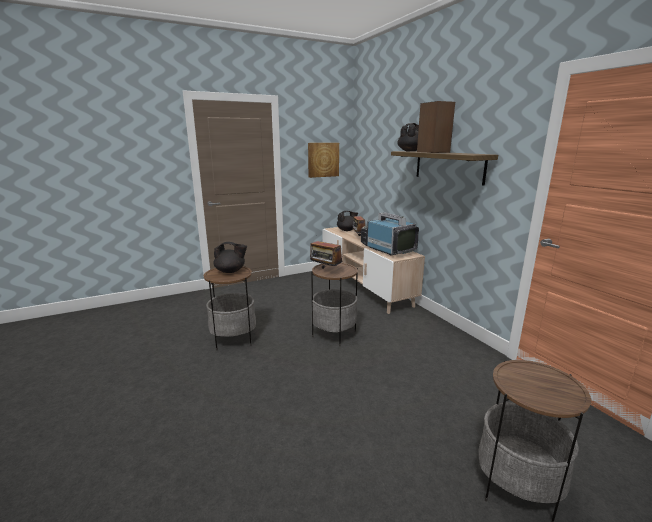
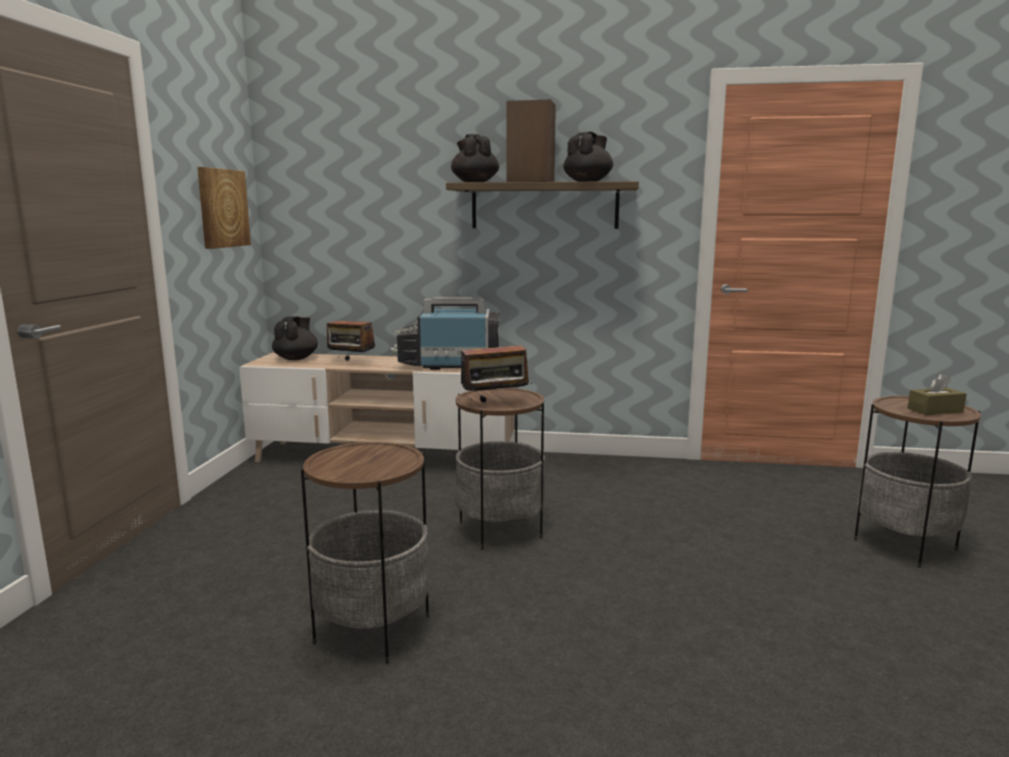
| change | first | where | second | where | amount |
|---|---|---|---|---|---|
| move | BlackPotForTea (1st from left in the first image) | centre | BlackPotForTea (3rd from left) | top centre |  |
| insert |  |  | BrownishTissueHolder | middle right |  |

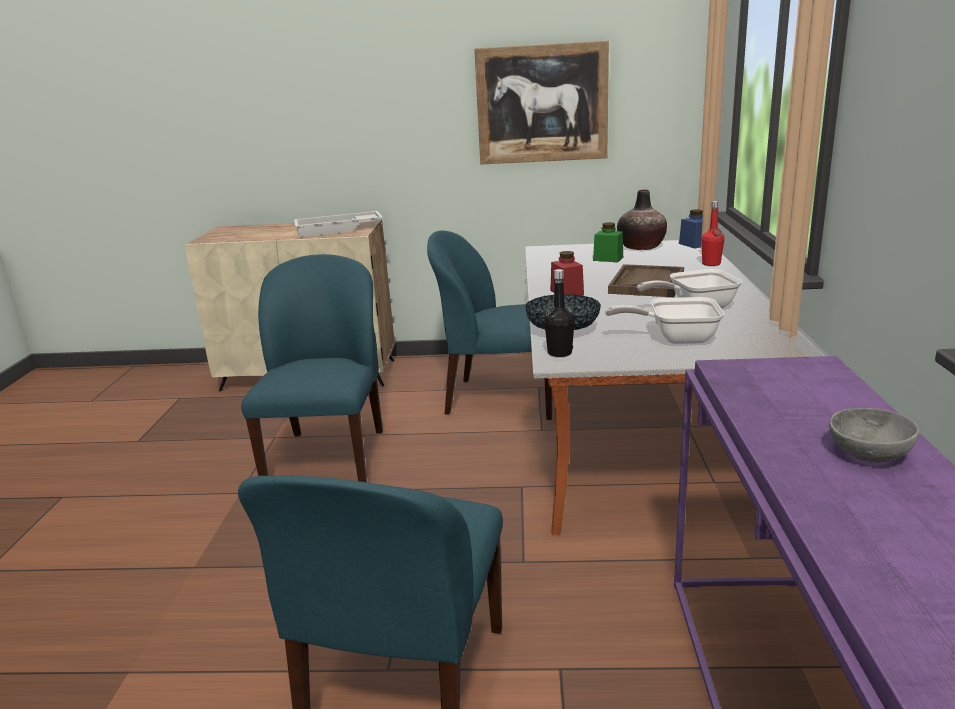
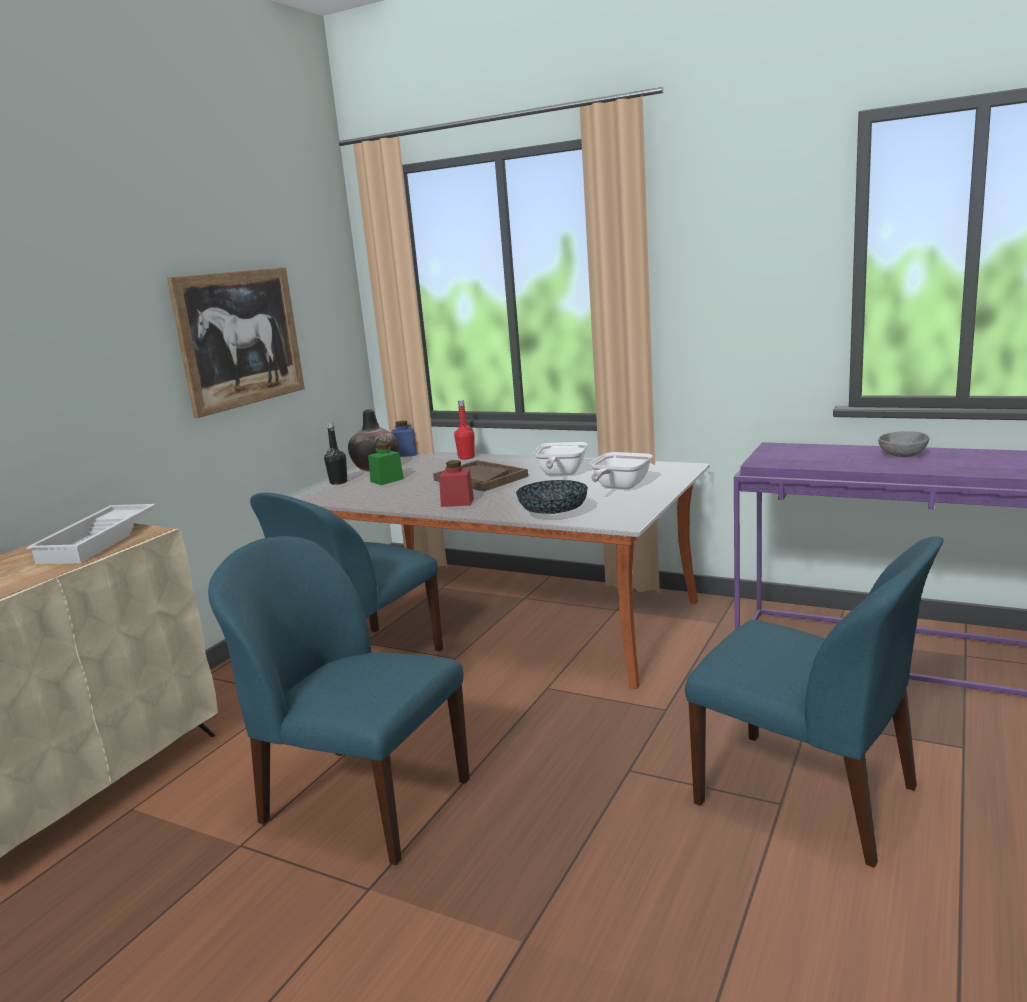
| change | first | where | second | where | amount |
|---|---|---|---|---|---|
| move | BlackBeverageBottle | centre |  | middle left |  |

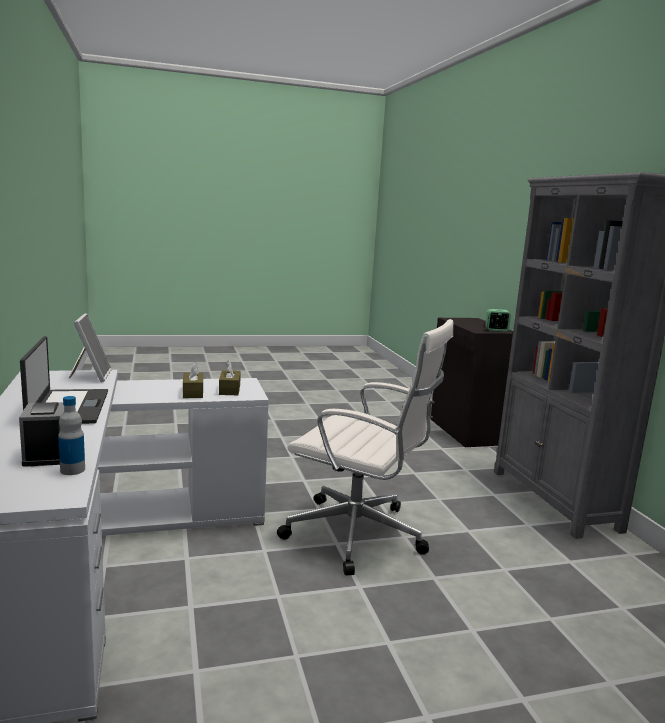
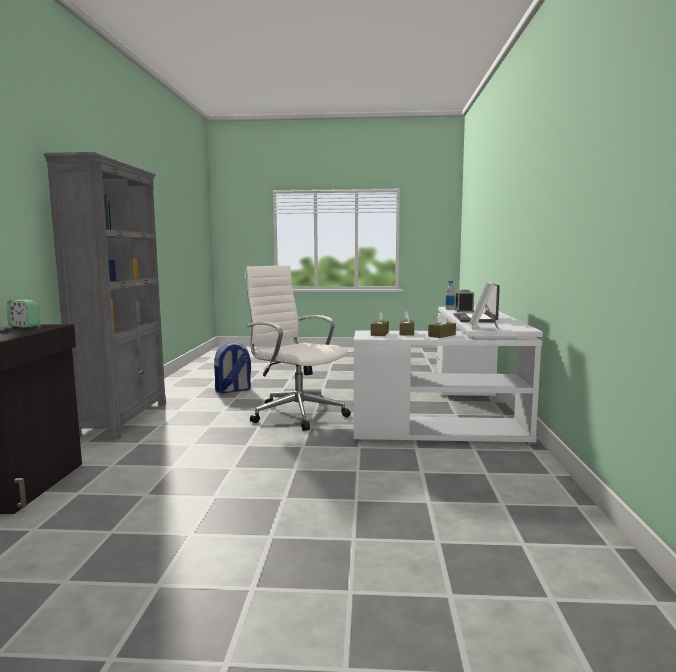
| change | first | where | second | where | amount |
|---|---|---|---|---|---|
| insert |  |  | Backpack | centre |  |
| insert |  |  | BrownishTissueHolder (3rd from left) | centre |  |

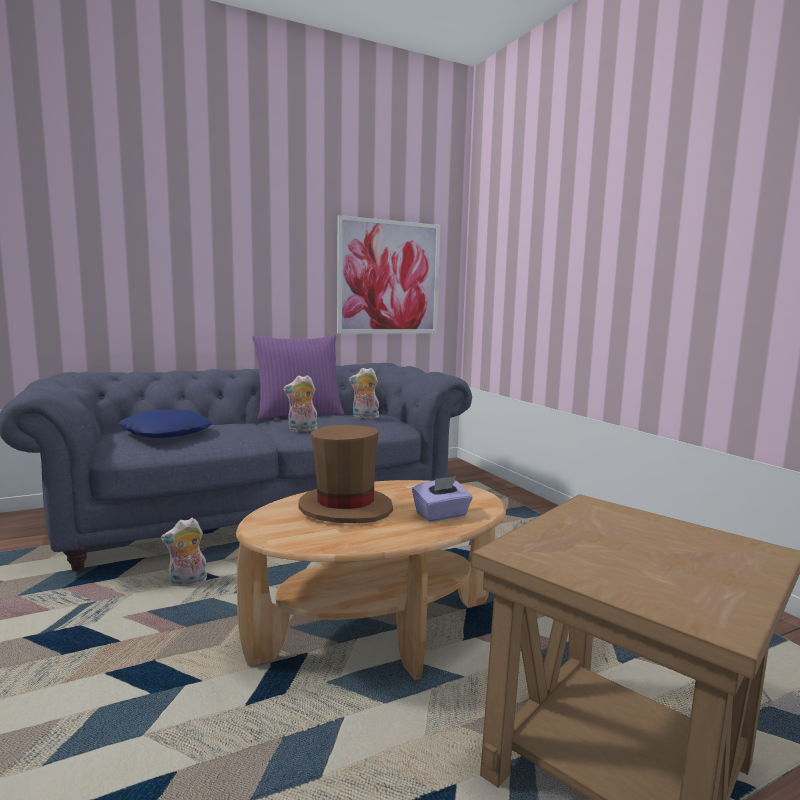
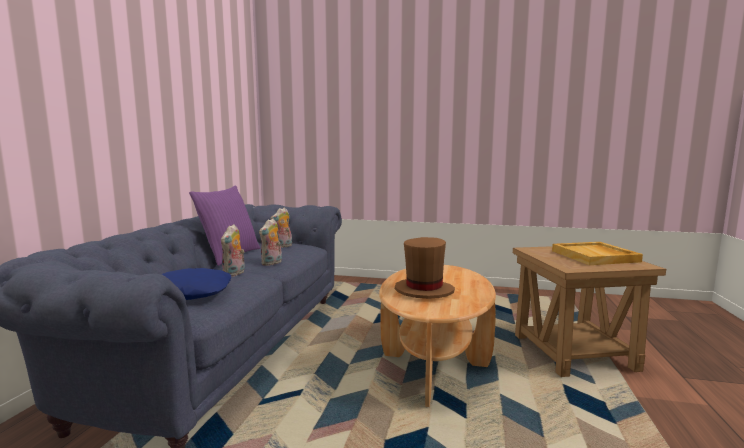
| change | first | where | second | where | amount |
|---|---|---|---|---|---|
| move | SoftToy (1st from left) | bottom left |  | middle left |  |
| delete | Picture | centre |  |  |  |
| delete | PurpleTissueHolder | centre |  |  |  |
| insert |  |  | BeigeColouredServingTray | middle right |  |

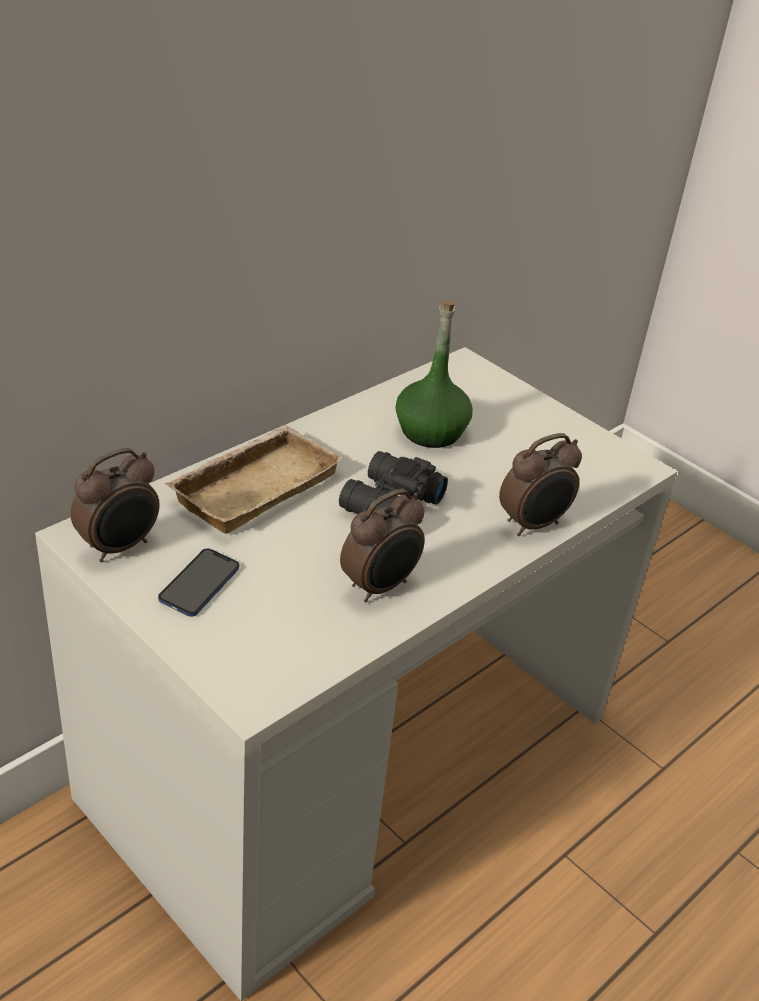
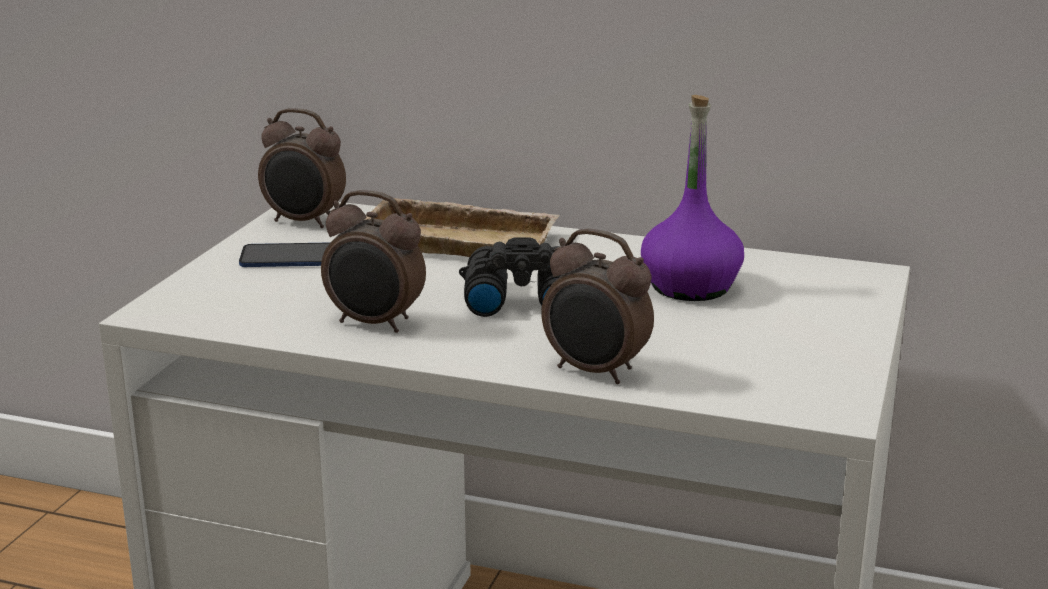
| change | first | where | second | where | amount |
|---|---|---|---|---|---|
| recolor | GreenBeverageBottle | centre | PurpleBeverageBottle | centre |  |

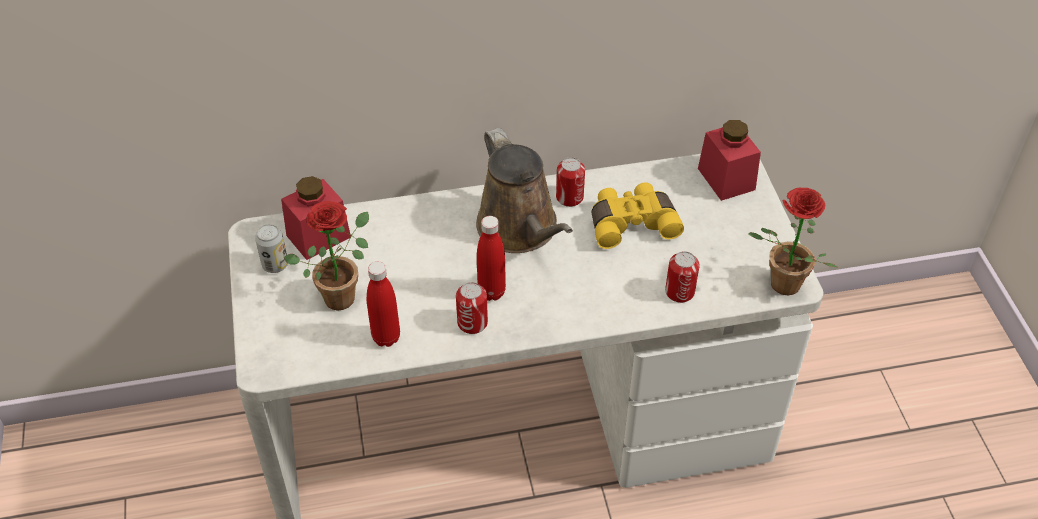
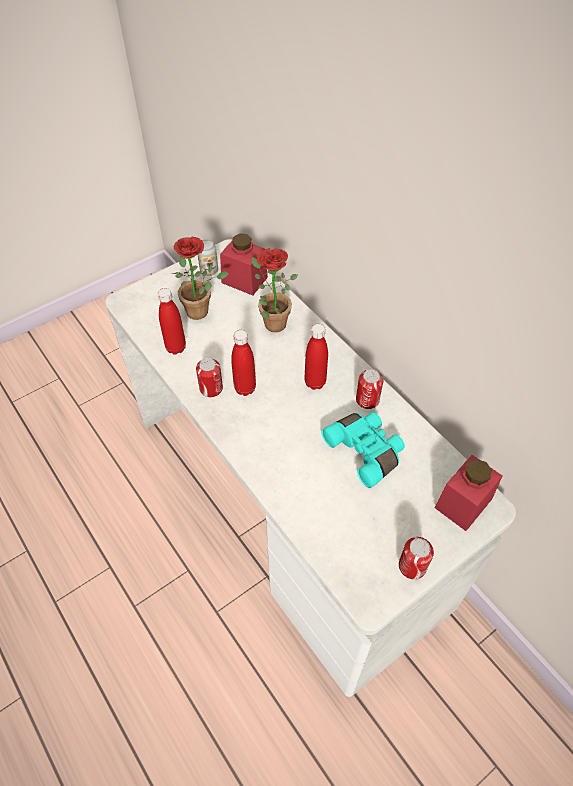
| change | first | where | second | where | amount |
|---|---|---|---|---|---|
| replace | BrownishWateringCan | centre | ReddishBeverageBottle (3rd from left) | centre |  |
| recolor | YellowPairOfBinoculars | centre | TurquoisePairOfBinoculars | centre |  |
| move | SealedCan (4th from left) | centre |  | bottom right |  |
| move | PlantInAPot (2nd from left) | middle right |  | centre |  |

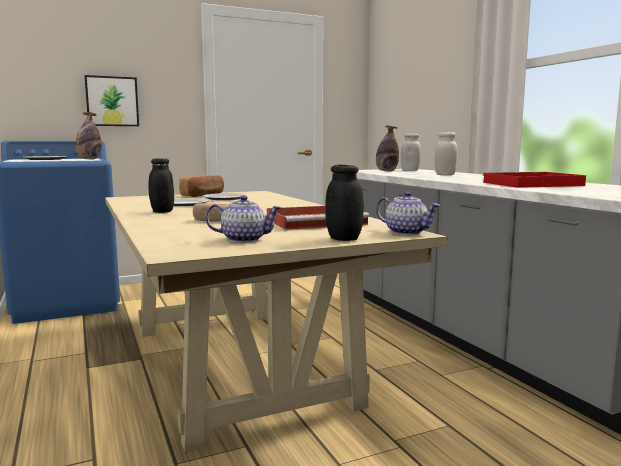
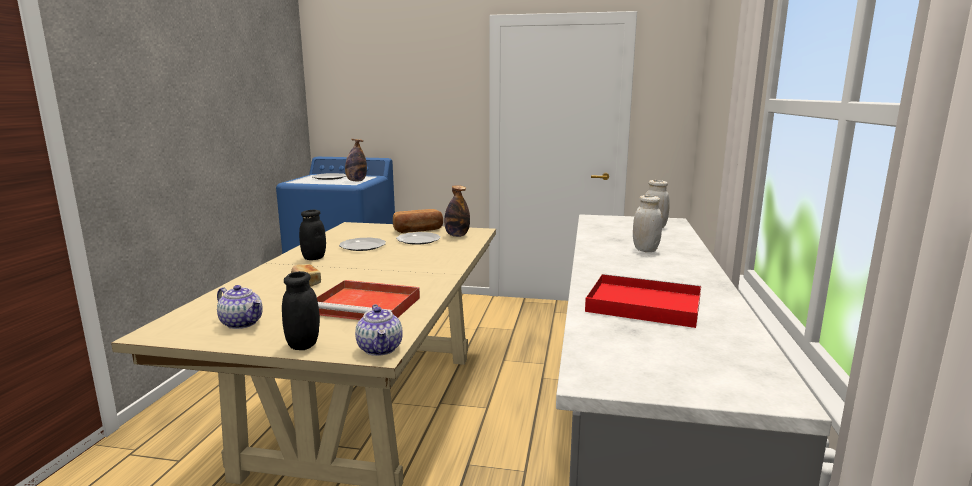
| change | first | where | second | where | amount |
|---|---|---|---|---|---|
| delete | Picture | top left |  |  |  |
| move | BeverageBottle (2nd from left) | top centre |  | centre |  |

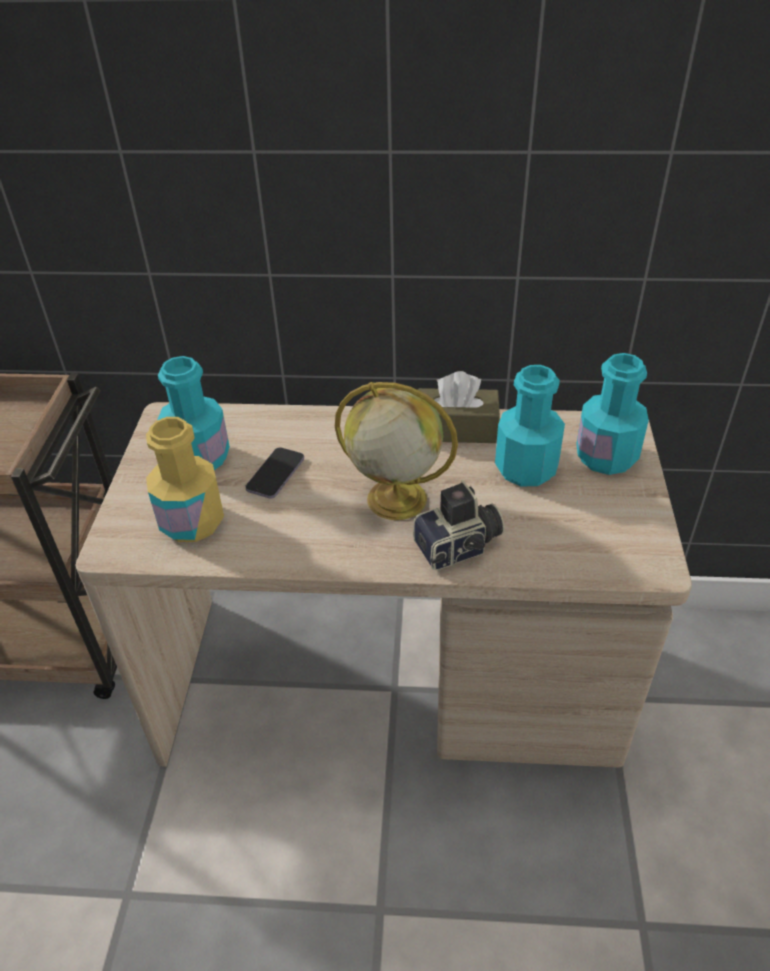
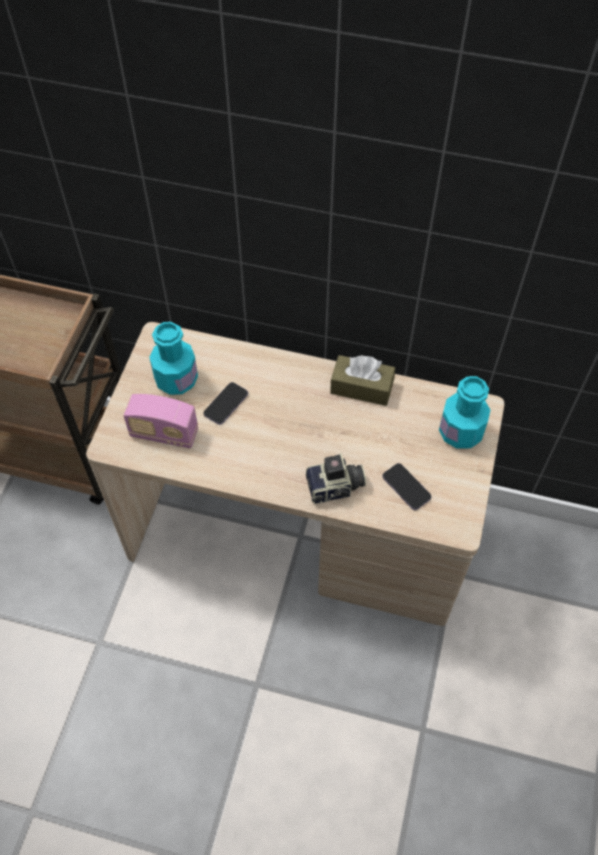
| change | first | where | second | where | amount |
|---|---|---|---|---|---|
| replace | YellowBeverageBottle | middle left | Radio | middle left |  |
| delete | WorldGlobe | centre |  |  |  |
| delete | TurquoiseBeverageBottle (2nd from left) | middle right |  |  |  |
| insert |  |  | Telephone (2nd from left) | middle right |  |

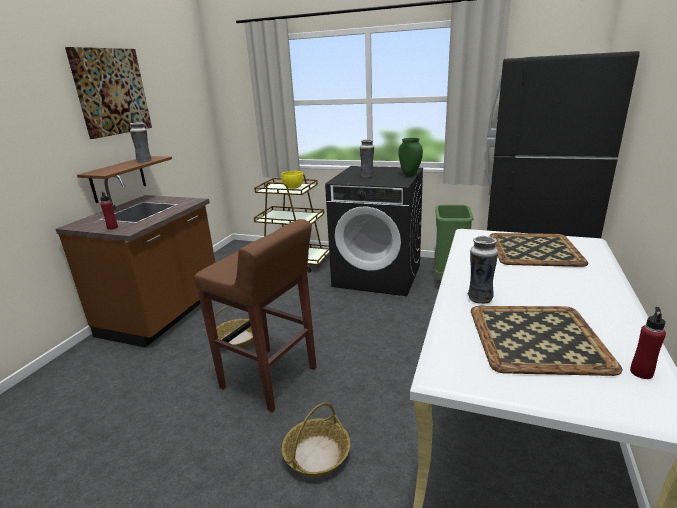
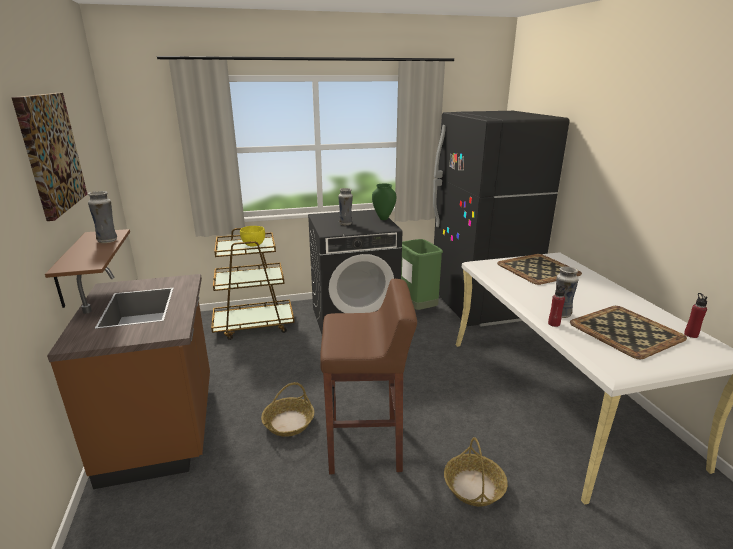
| change | first | where | second | where | amount |
|---|---|---|---|---|---|
| move | ReddishBeverageBottle (1st from left) | middle left |  | middle right |  |

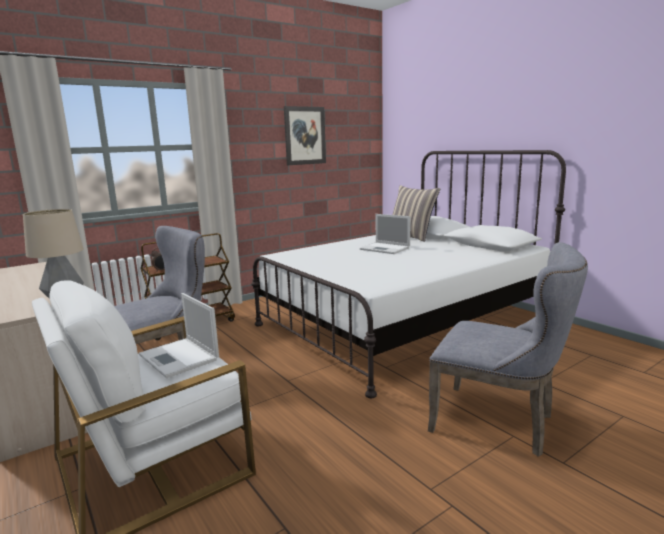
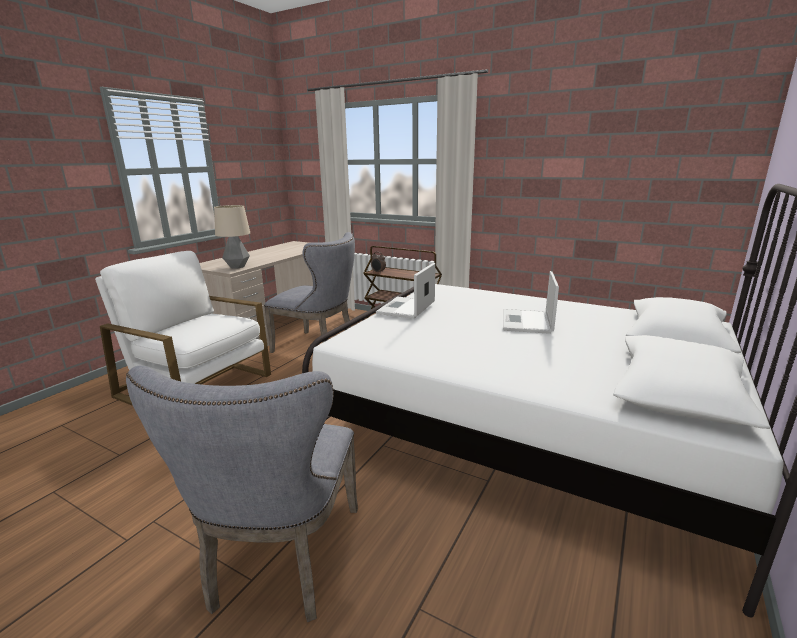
| change | first | where | second | where | amount |
|---|---|---|---|---|---|
| move | NotebookComputer (1st from left) | middle left |  | centre |  |
| delete | Picture | top centre |  |  |  |
| delete | ThrowPillow | centre |  |  |  |

